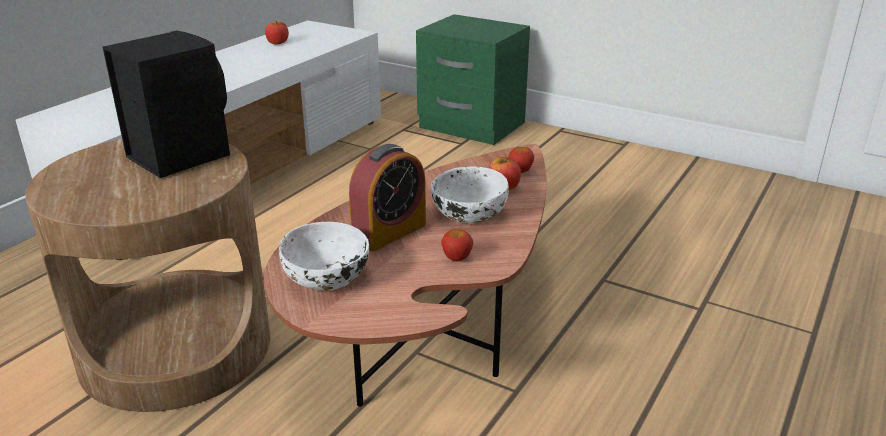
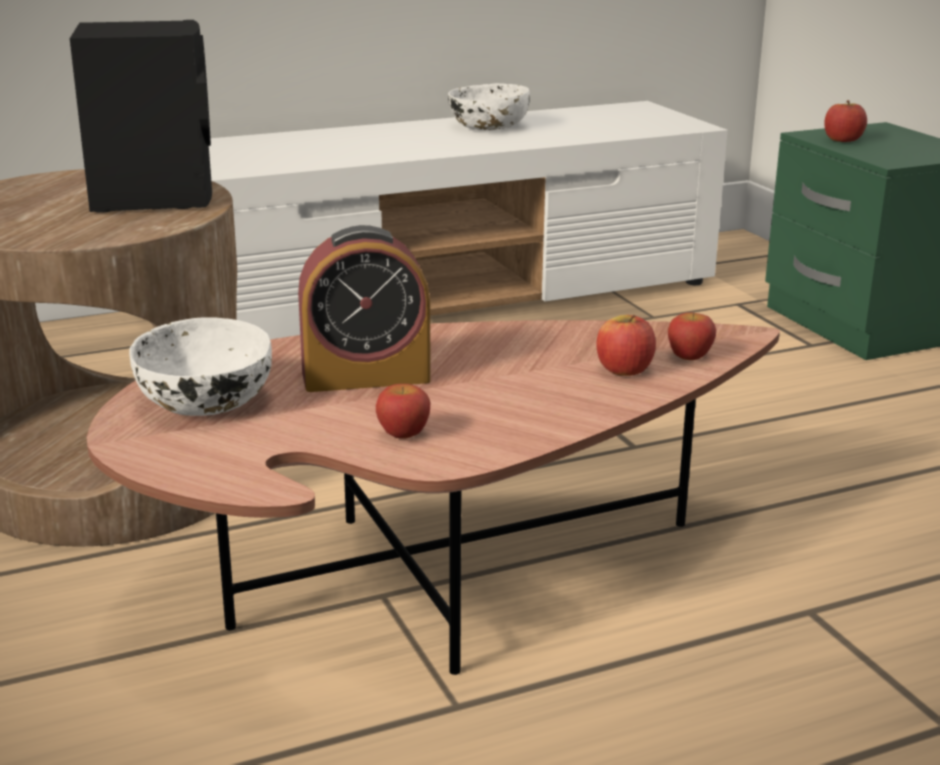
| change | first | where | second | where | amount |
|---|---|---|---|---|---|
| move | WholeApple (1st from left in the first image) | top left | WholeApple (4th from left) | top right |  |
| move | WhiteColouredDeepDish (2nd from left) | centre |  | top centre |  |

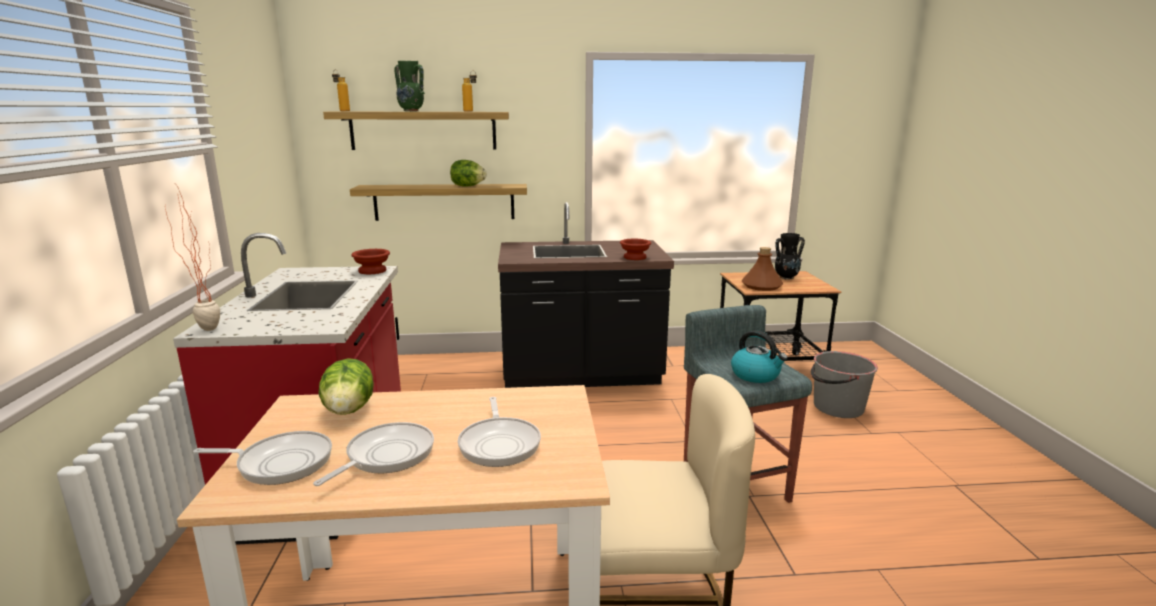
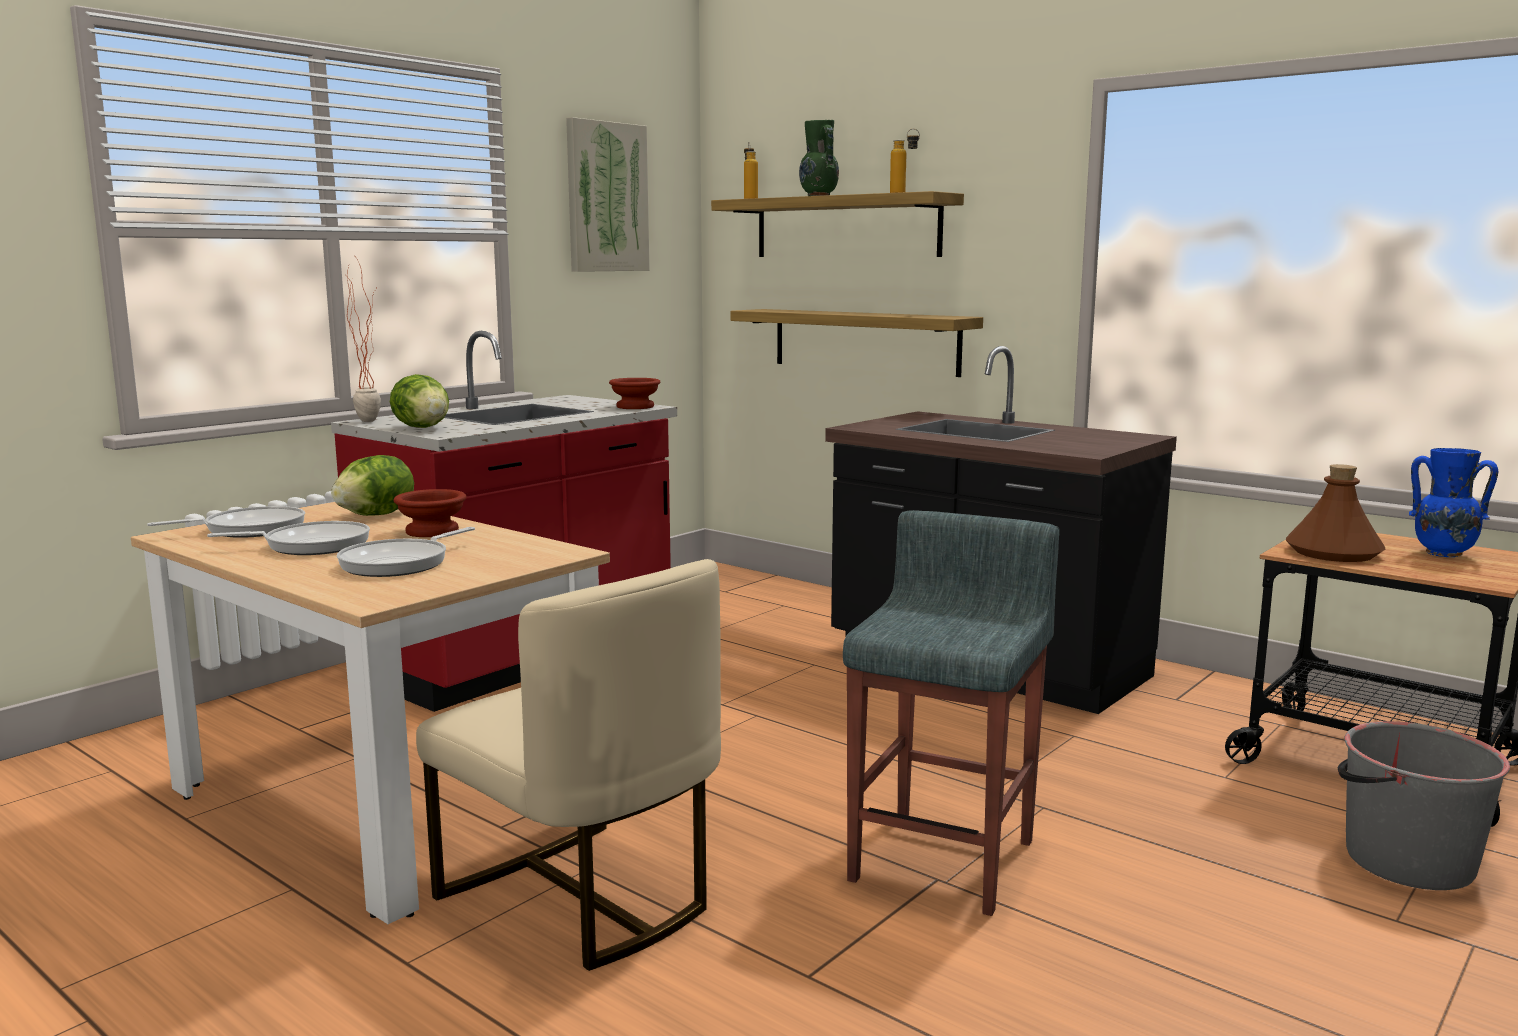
| change | first | where | second | where | amount |
|---|---|---|---|---|---|
| rotate | FryingPan (1st from left) | bottom left |  | middle left | 75 degrees counterclockwise |
| move | LettuceHead (2nd from left) | top centre |  | middle left |  |
| move | BrownishDeepDish (2nd from left in the first image) | centre | BrownishDeepDish (1st from left) | middle left |  |
| delete | Kettle | centre |  |  |  |
| recolor | BlackDecorativeVase | middle right | BluishDecorativeVase | middle right |  |
| insert |  |  | Picture | top centre |  |

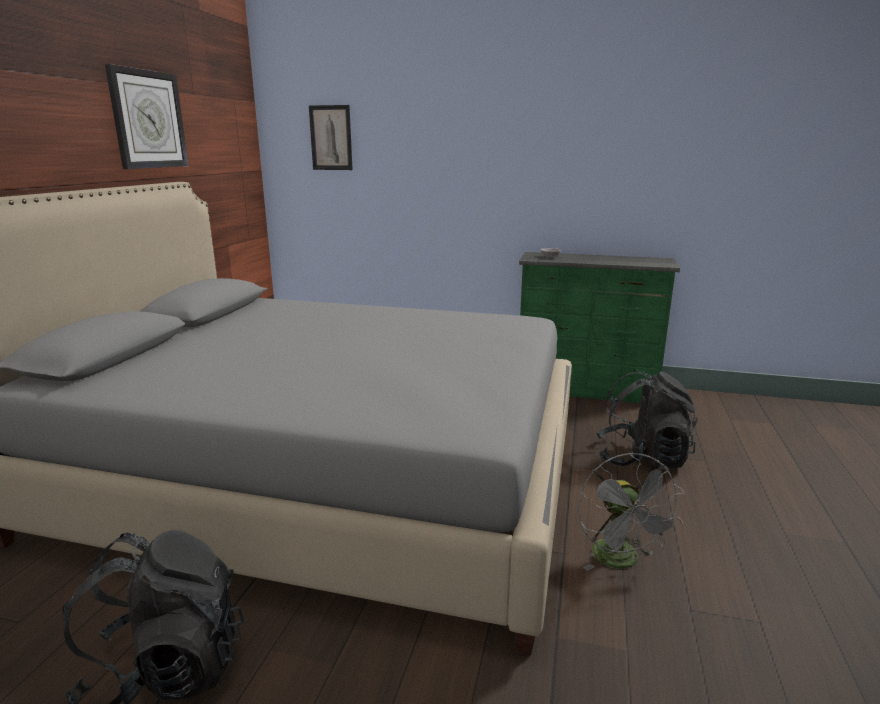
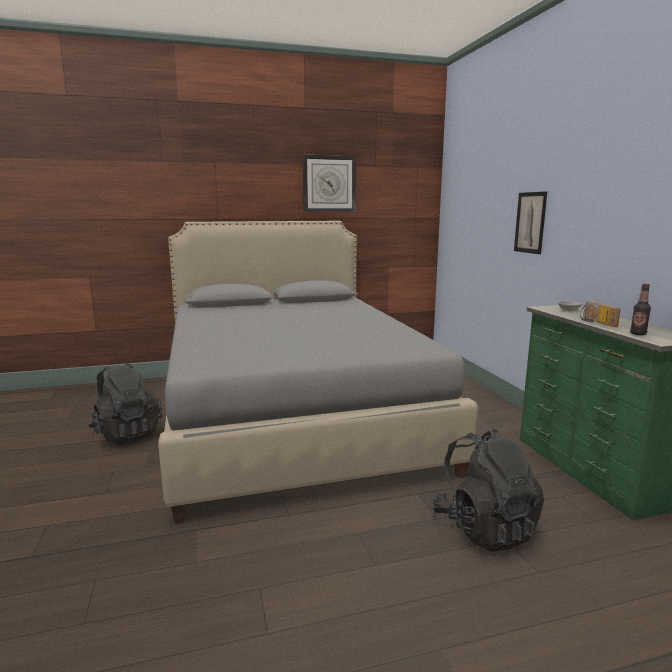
| change | first | where | second | where | amount |
|---|---|---|---|---|---|
| move | Picture | top centre |  | top right |  |
| delete | GrayElectricFan | bottom right |  |  |  |
| insert |  |  | Radio | middle right |  |
| insert |  |  | BeverageBottle | middle right |  |

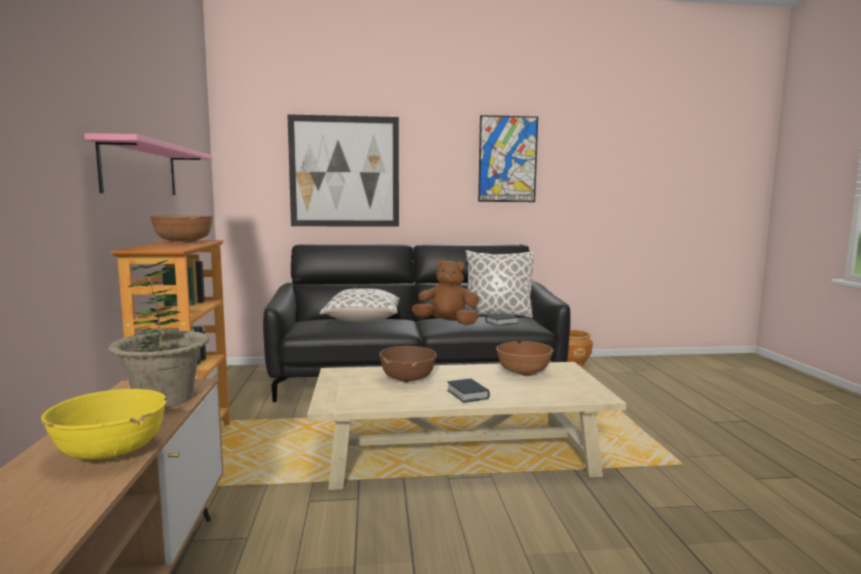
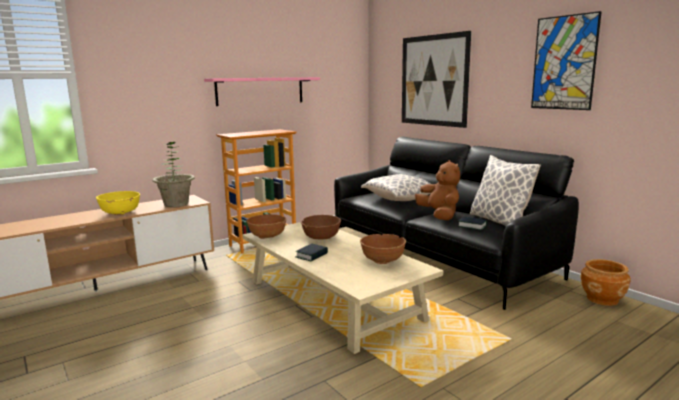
| change | first | where | second | where | amount |
|---|---|---|---|---|---|
| move | BrownishDeepDish (1st from left) | middle left |  | centre |  |

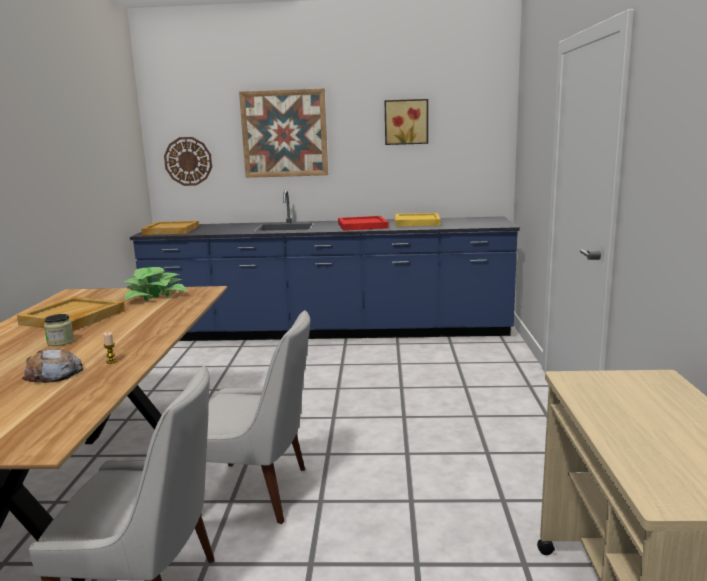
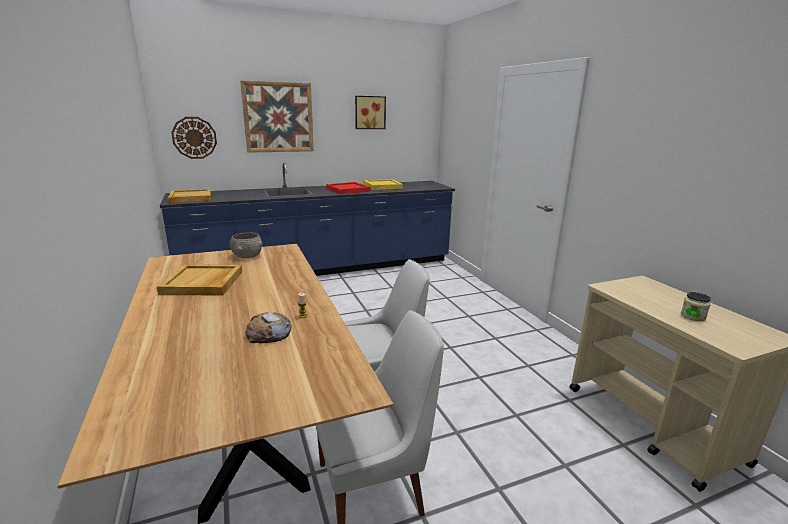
| change | first | where | second | where | amount |
|---|---|---|---|---|---|
| move | StorageJar | middle left |  | middle right |  |
| replace | PlantInAPot | middle left | GrayDeepDish | middle left |  |

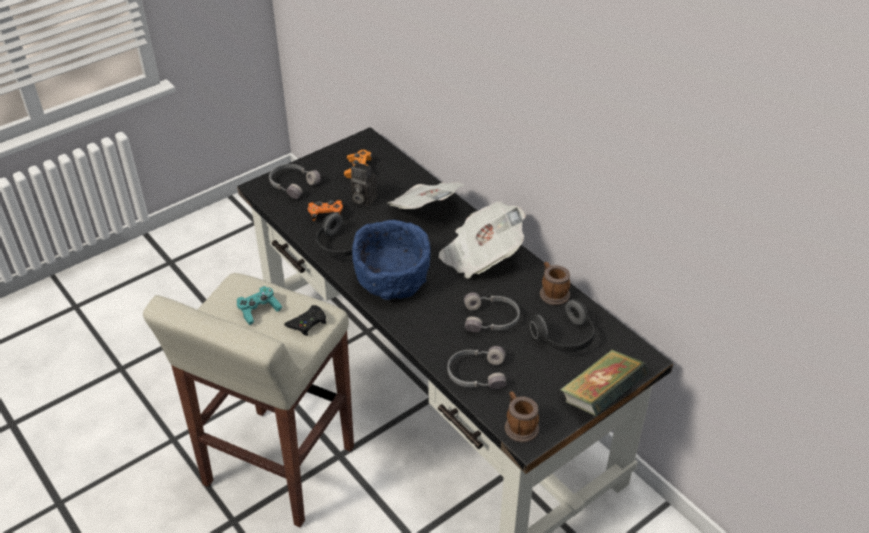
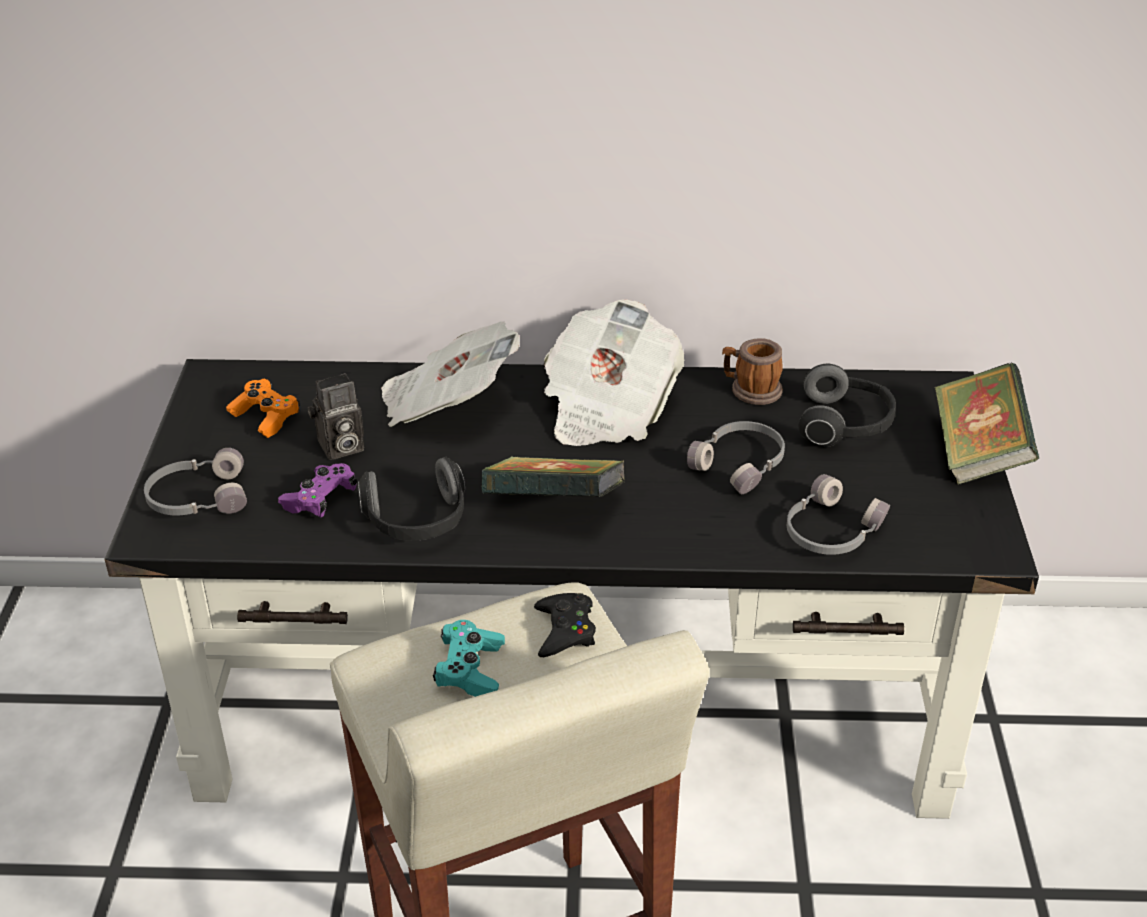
| change | first | where | second | where | amount |
|---|---|---|---|---|---|
| recolor | OrangeyJoypad (1st from left) | centre | PurpleJoypad | middle left |  |
| replace | BluishDeepDish | centre | Volume (1st from left) | centre |  |
| delete | TeaMug (1st from left) | bottom centre |  |  |  |

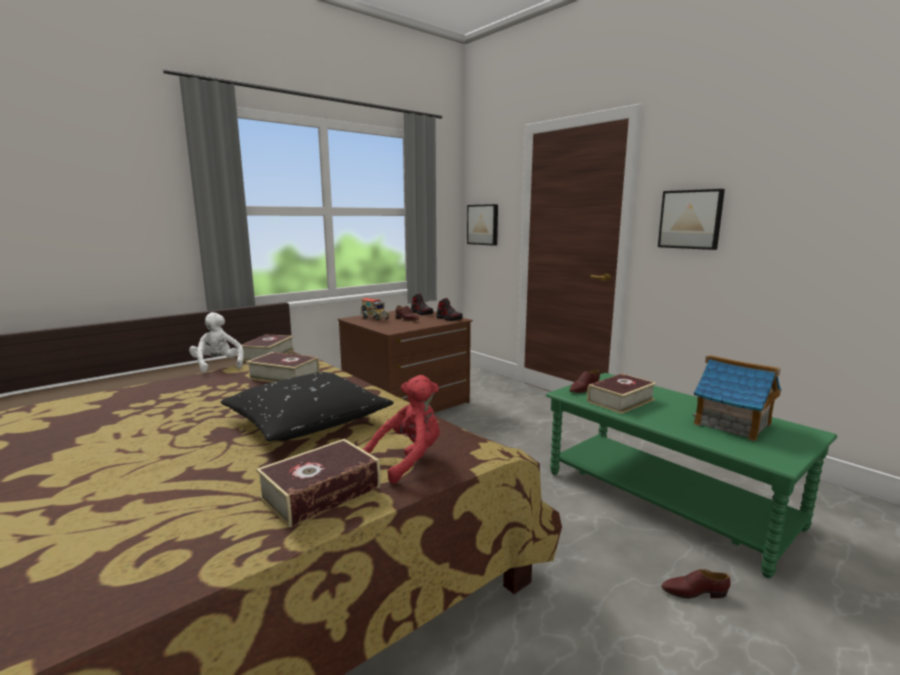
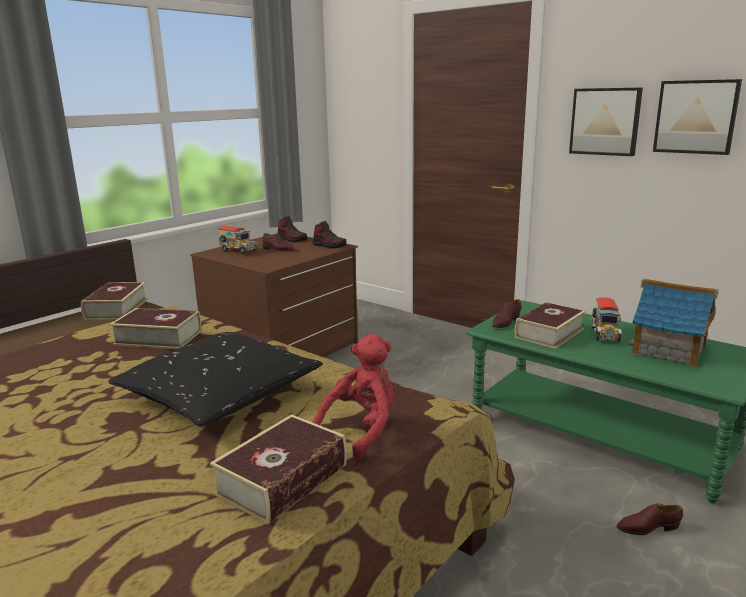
| change | first | where | second | where | amount |
|---|---|---|---|---|---|
| delete | WhiteColouredSoftToy | middle left |  |  |  |
| move | Picture (1st from left in the first image) | centre | Picture (2nd from left) | top right |  |
| insert |  |  | ToyLorry (2nd from left) | middle right |  |

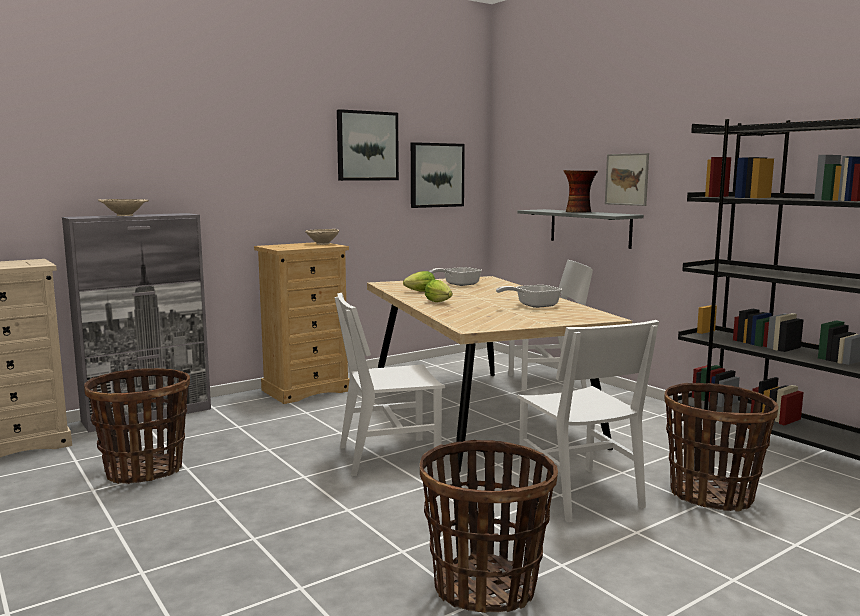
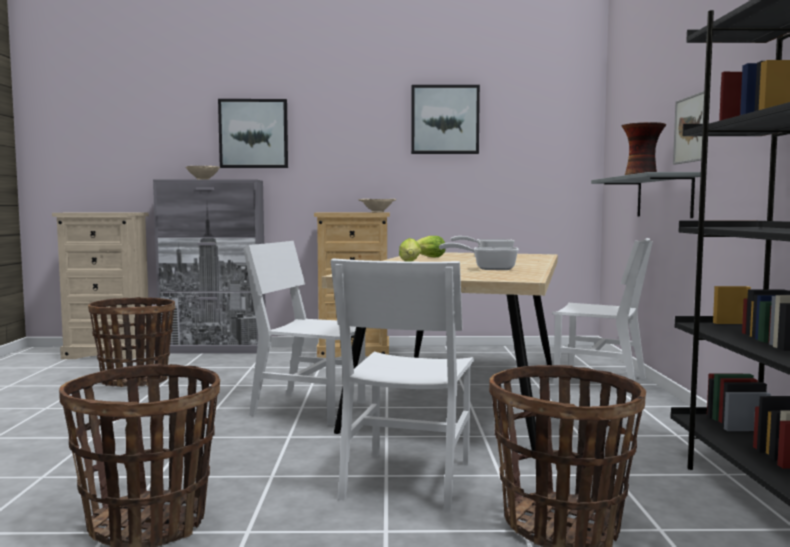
| change | first | where | second | where | amount |
|---|---|---|---|---|---|
| move | Picture (2nd from left in the first image) | top centre | Picture (1st from left) | top left |  |

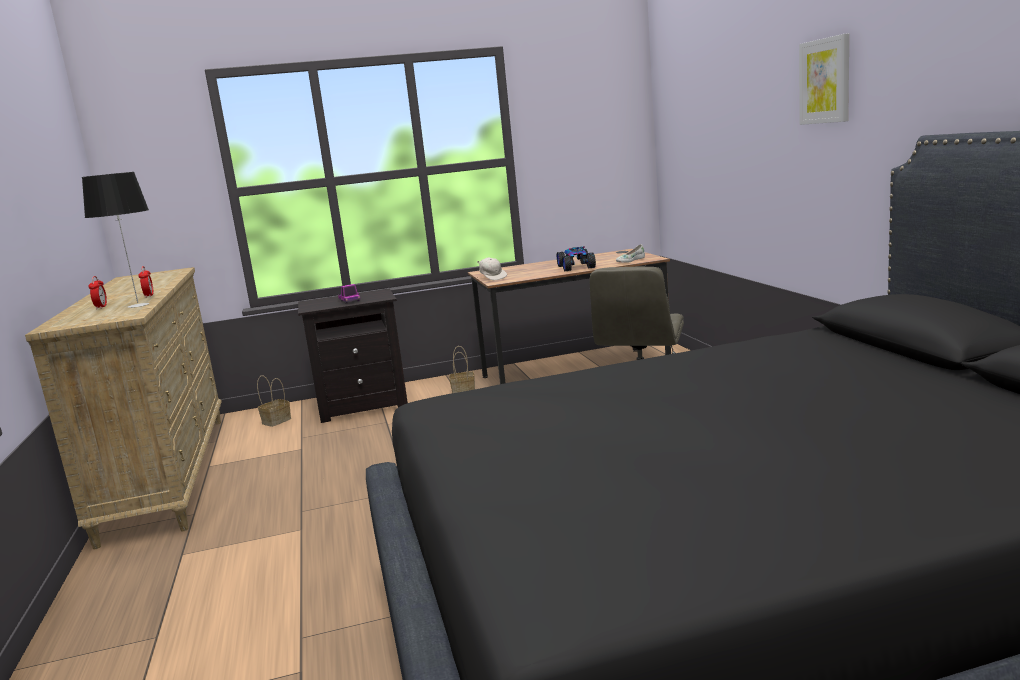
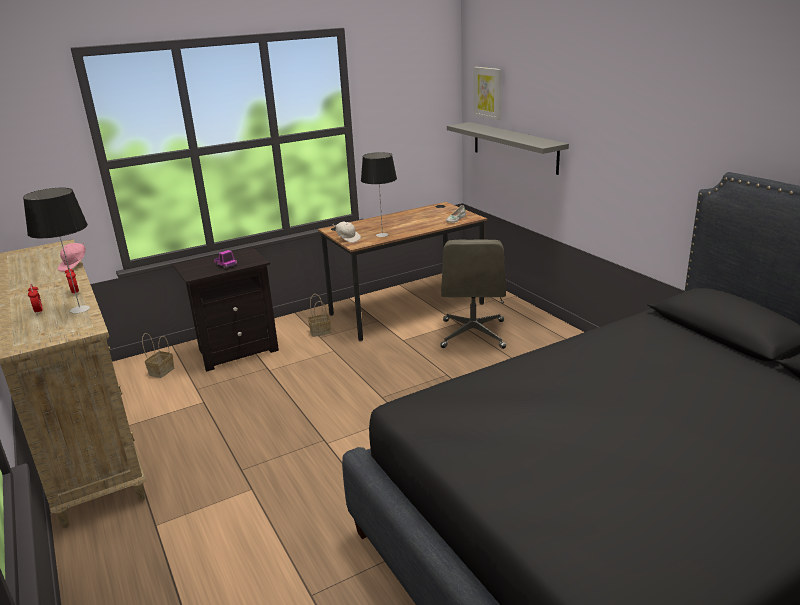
| change | first | where | second | where | amount |
|---|---|---|---|---|---|
| delete | MiniatureCar | centre |  |  |  |
| move | Picture | top right |  | top centre |  |
| insert |  |  | PinkPeakedCap | middle left |  |
| insert |  |  | LampForATable (2nd from left) | top centre |  |
| insert |  |  | GrayShelf | top centre |  |

